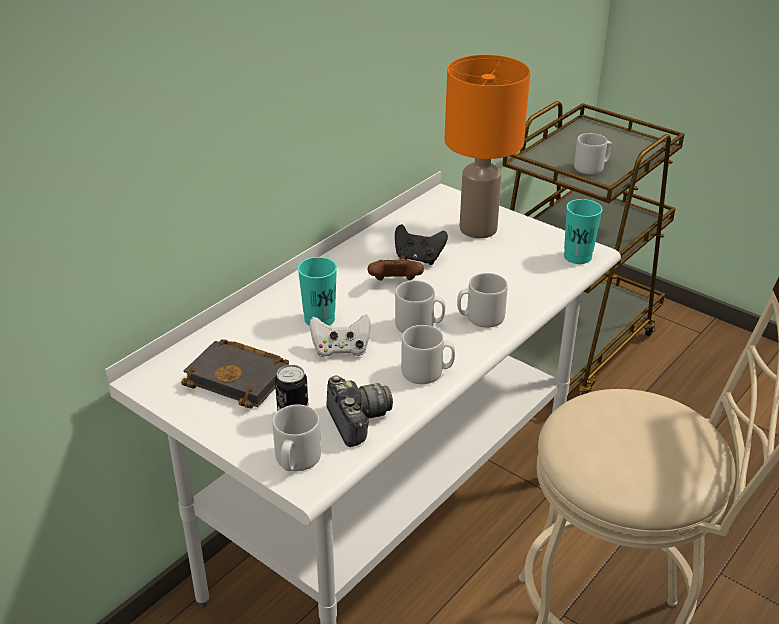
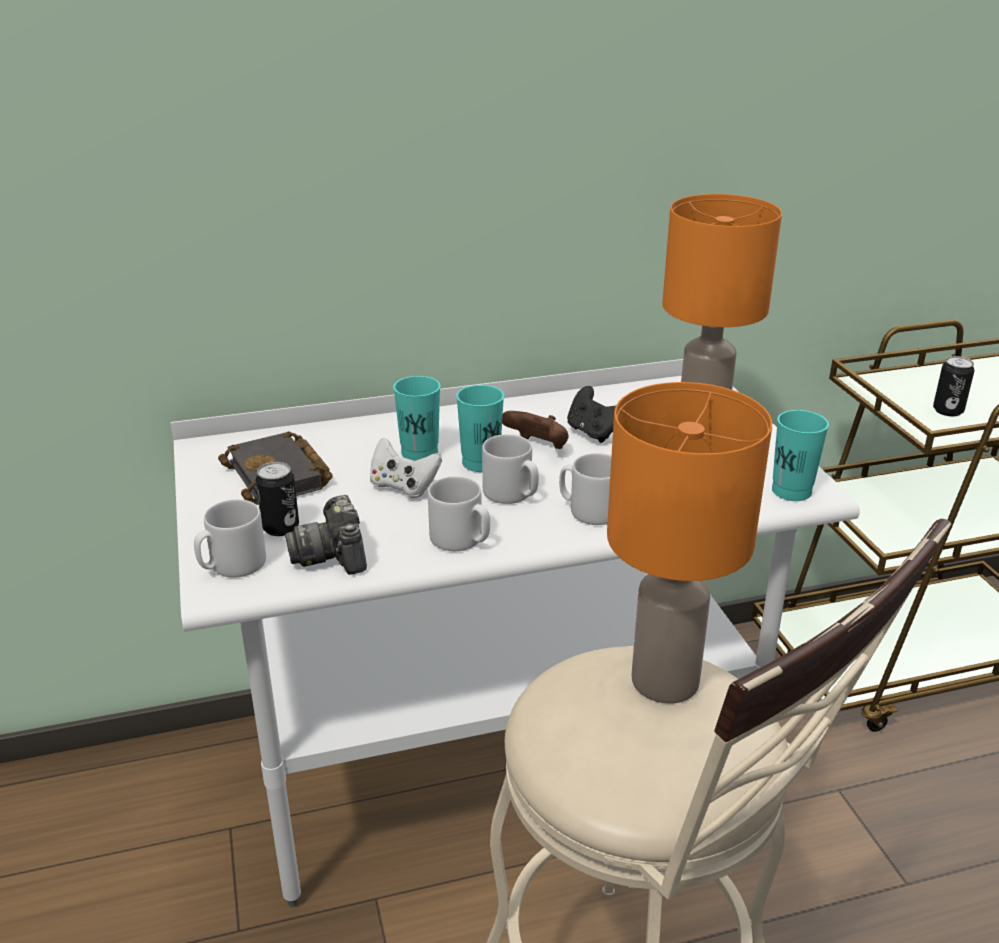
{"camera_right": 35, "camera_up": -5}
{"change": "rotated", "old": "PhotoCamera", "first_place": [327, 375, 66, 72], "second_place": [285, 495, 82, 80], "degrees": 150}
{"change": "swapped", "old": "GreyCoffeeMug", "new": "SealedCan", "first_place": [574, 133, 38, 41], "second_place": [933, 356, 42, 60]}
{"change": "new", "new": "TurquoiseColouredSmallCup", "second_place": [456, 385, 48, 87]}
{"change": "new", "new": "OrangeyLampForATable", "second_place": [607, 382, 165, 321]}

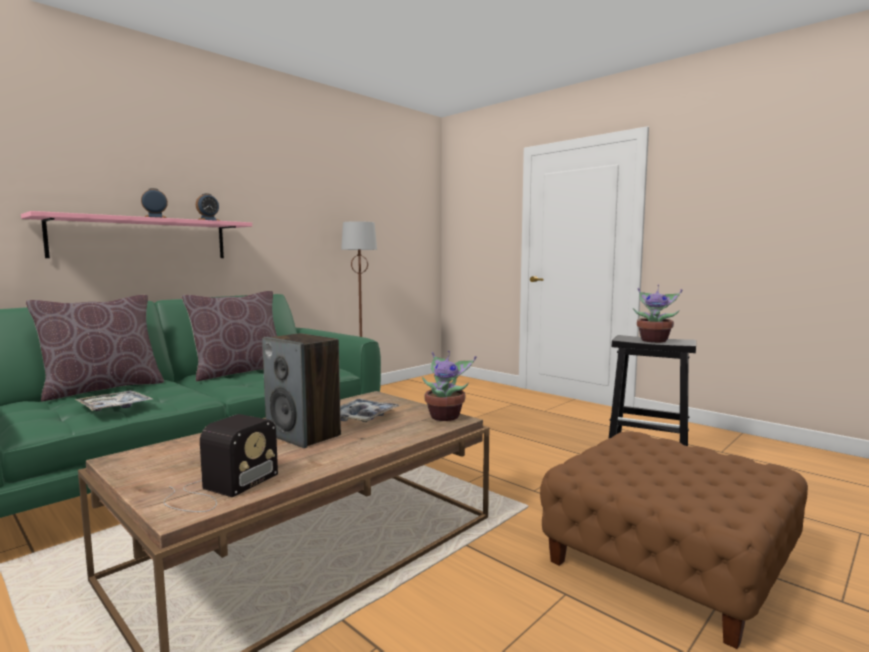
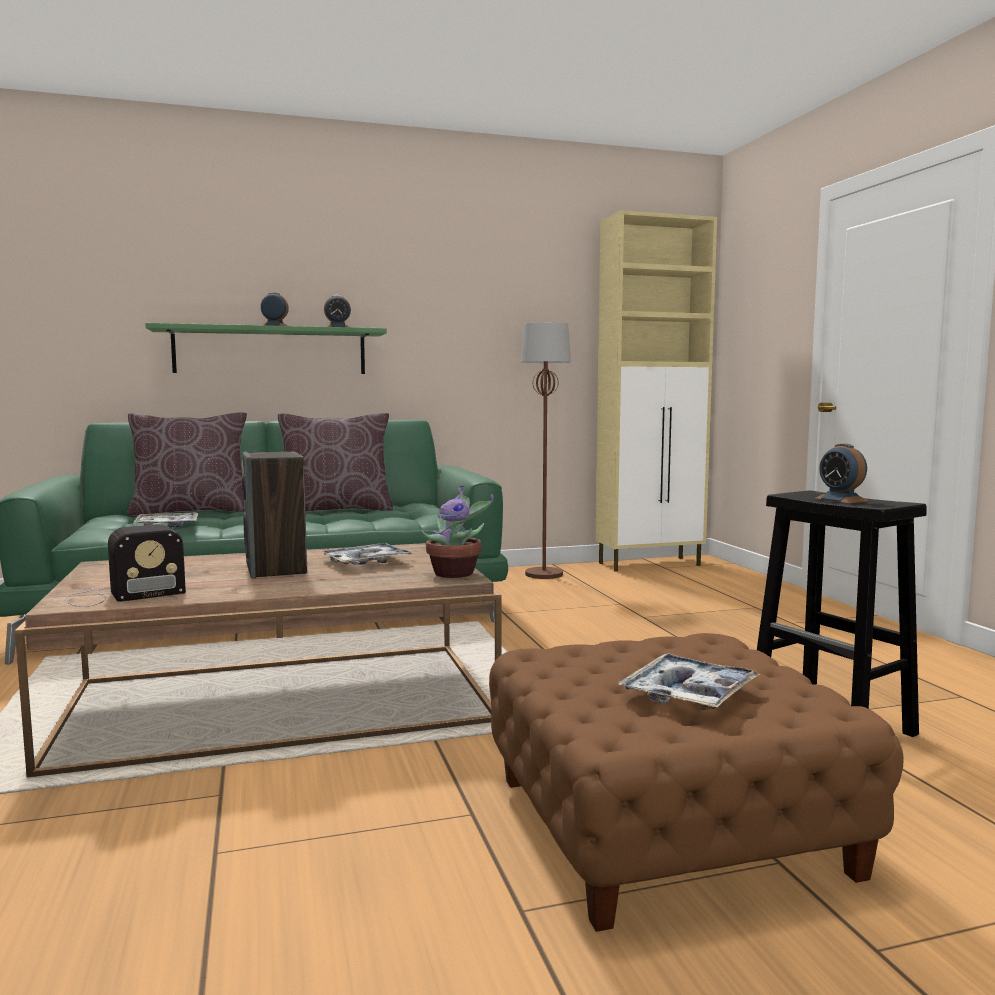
{"camera_right": 30, "camera_up": 0}
{"change": "repainted", "old": "PinkishWallShelf", "new": "GreenishWallShelf", "first_place": [21, 211, 231, 47], "second_place": [145, 323, 242, 51]}
{"change": "swapped", "old": "PottedPlant", "new": "AlarmClock", "first_place": [633, 285, 49, 58], "second_place": [814, 444, 55, 60]}
{"change": "new", "new": "BeigeCupboard", "second_place": [595, 210, 122, 362]}
{"change": "new", "new": "ServingTray", "second_place": [618, 654, 142, 55]}

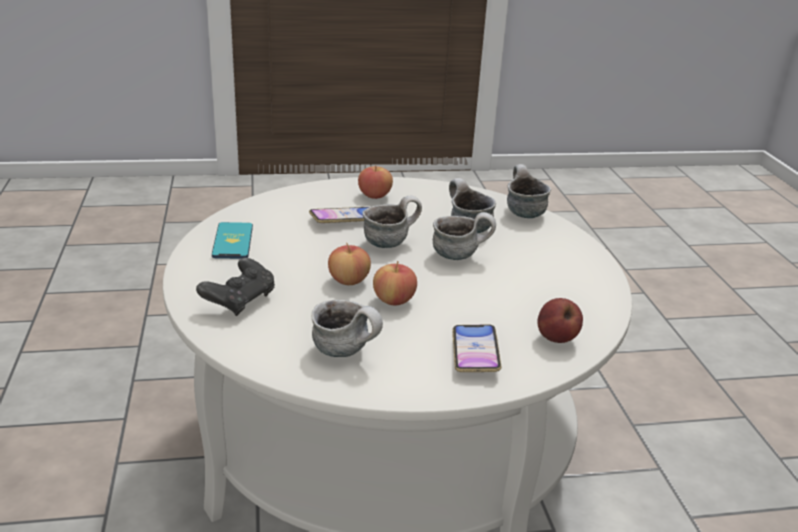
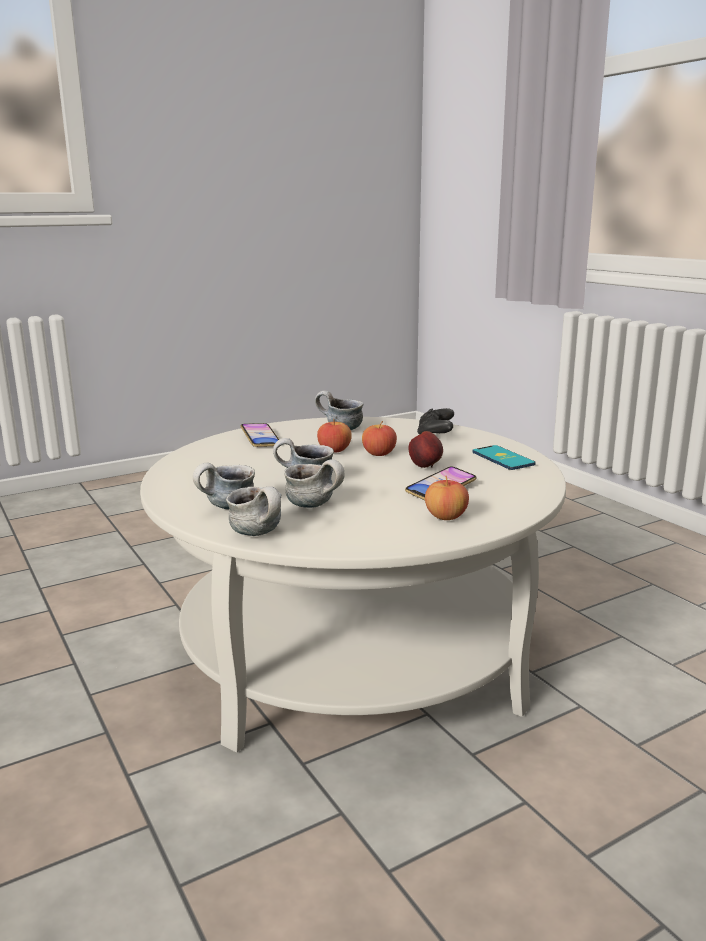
{"camera_right": 160, "camera_up": -10}
{"change": "shifted", "old": "CoffeeMug", "first_place": [362, 196, 60, 52], "second_place": [193, 463, 62, 46]}
{"change": "shifted", "old": "Apple", "first_place": [538, 298, 45, 45], "second_place": [408, 431, 35, 37]}

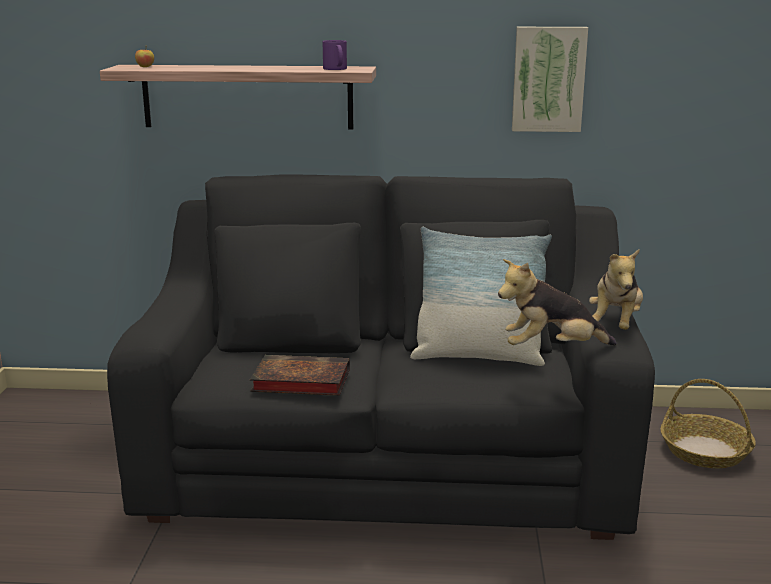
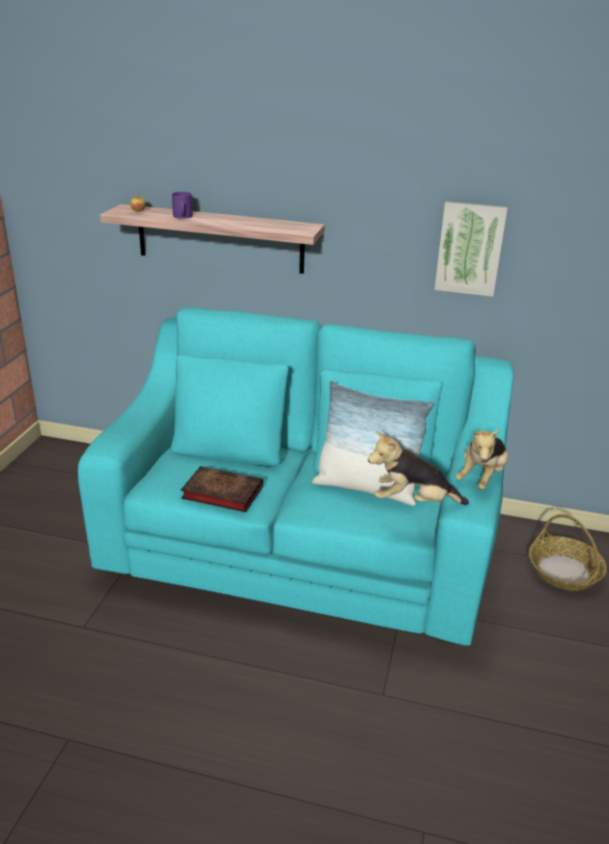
{"camera_right": 10, "camera_up": 10}
{"change": "repainted", "old": "BlackishSettee", "new": "TurquoiseColouredSettee", "first_place": [107, 174, 548, 366], "second_place": [78, 307, 436, 339]}
{"change": "shifted", "old": "PurplishCoffeeMug", "first_place": [323, 40, 24, 30], "second_place": [172, 192, 21, 27]}

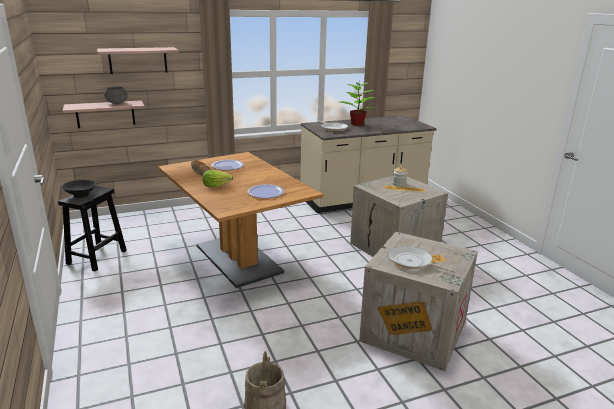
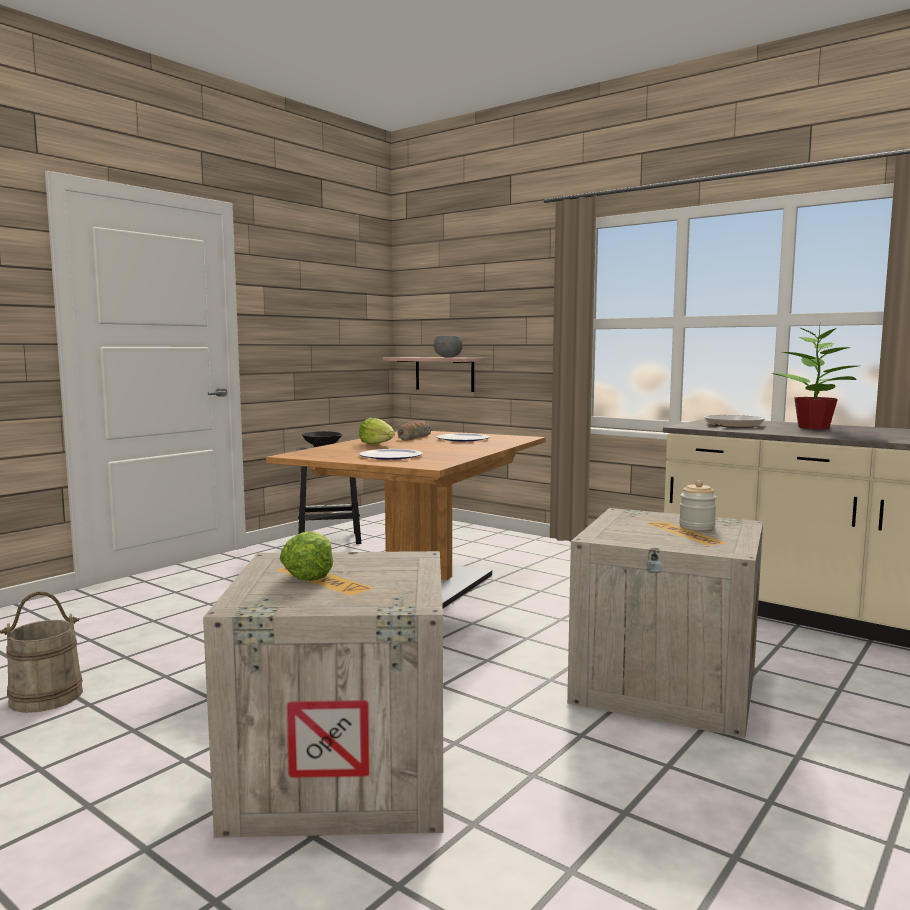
{"camera_right": 60, "camera_up": -15}
{"change": "gone", "old": "WallShelf", "first_place": [97, 47, 82, 27]}
{"change": "swapped", "old": "Skillet", "new": "HeadOfLettuce", "first_place": [389, 246, 66, 26], "second_place": [279, 531, 54, 50]}

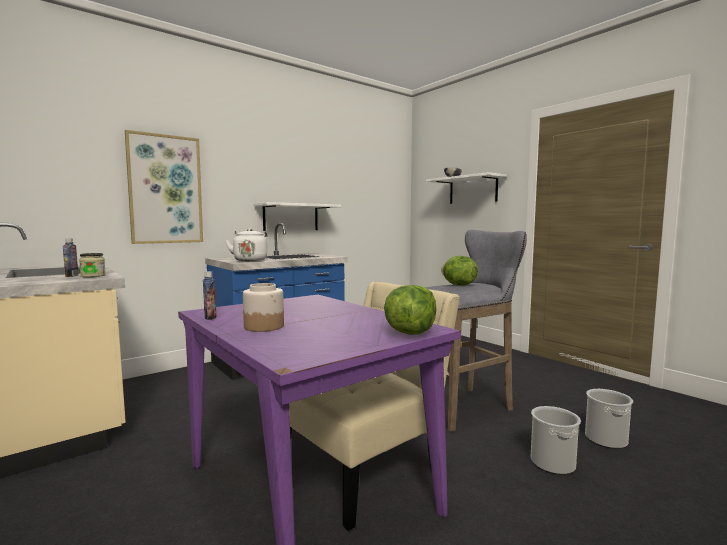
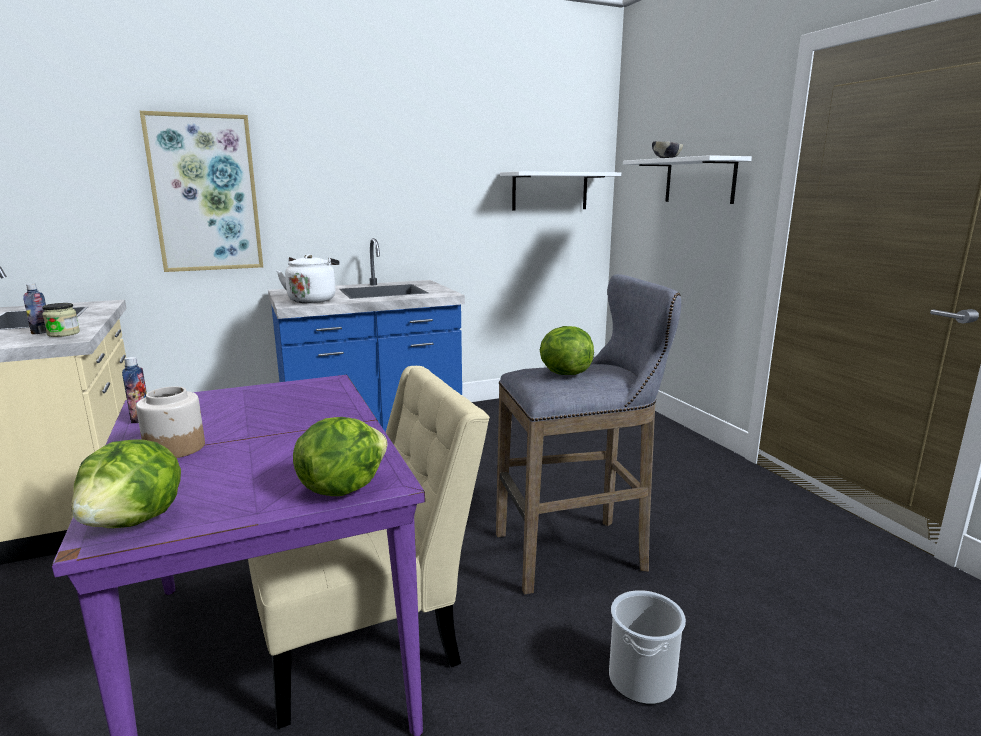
{"camera_right": 15, "camera_up": 10}
{"change": "shifted", "old": "WhitishWallShelf", "first_place": [253, 202, 88, 29], "second_place": [500, 171, 121, 40]}
{"change": "gone", "old": "Pail", "first_place": [585, 389, 48, 60]}
{"change": "new", "new": "HeadOfLettuce", "second_place": [72, 439, 109, 89]}

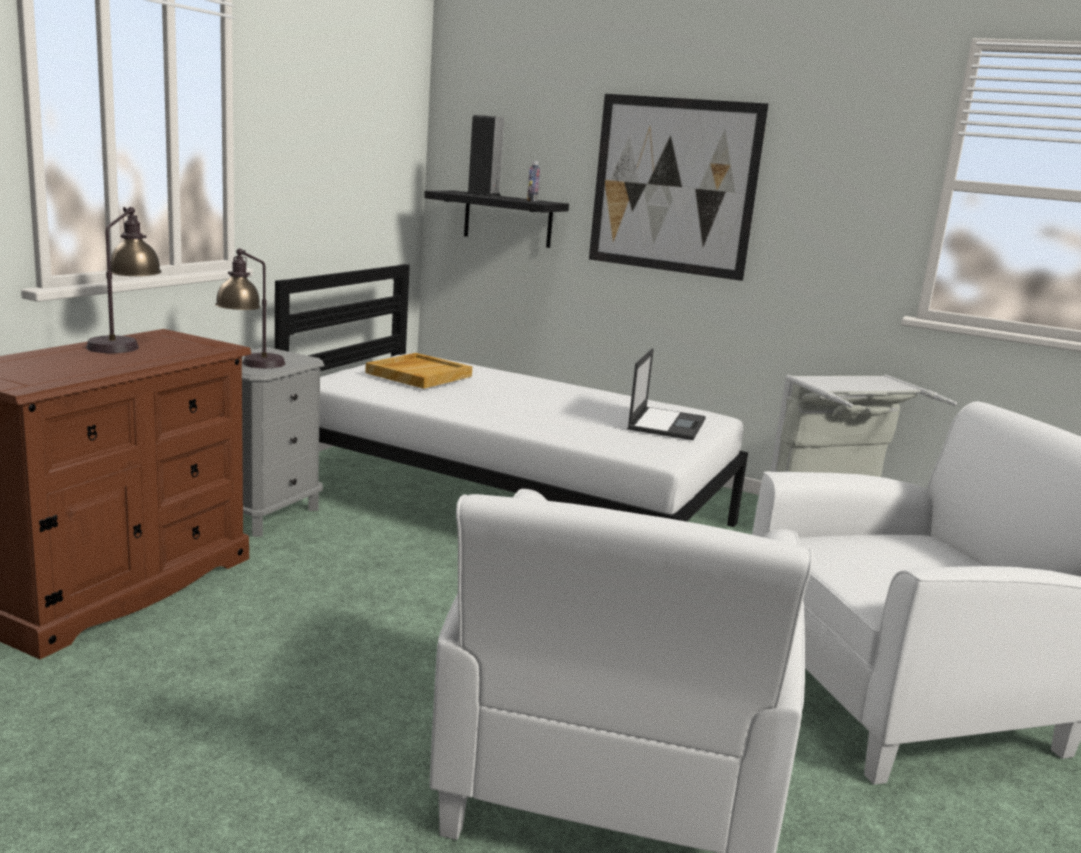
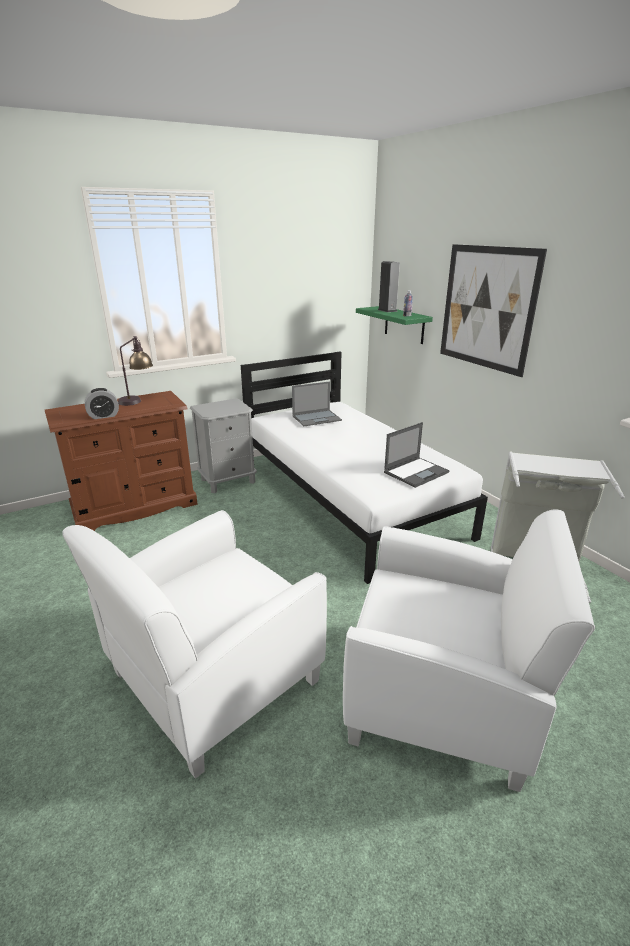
{"camera_right": 35, "camera_up": 10}
{"change": "gone", "old": "LampForATable", "first_place": [215, 248, 70, 120]}
{"change": "swapped", "old": "BeigeServingTray", "new": "PortableComputer", "first_place": [365, 353, 107, 36], "second_place": [292, 381, 50, 45]}
{"change": "repainted", "old": "BlackishWallShelf", "new": "GreenishWallShelf", "first_place": [424, 191, 145, 57], "second_place": [356, 306, 77, 38]}
{"change": "new", "new": "AlarmClock", "second_place": [85, 388, 34, 31]}

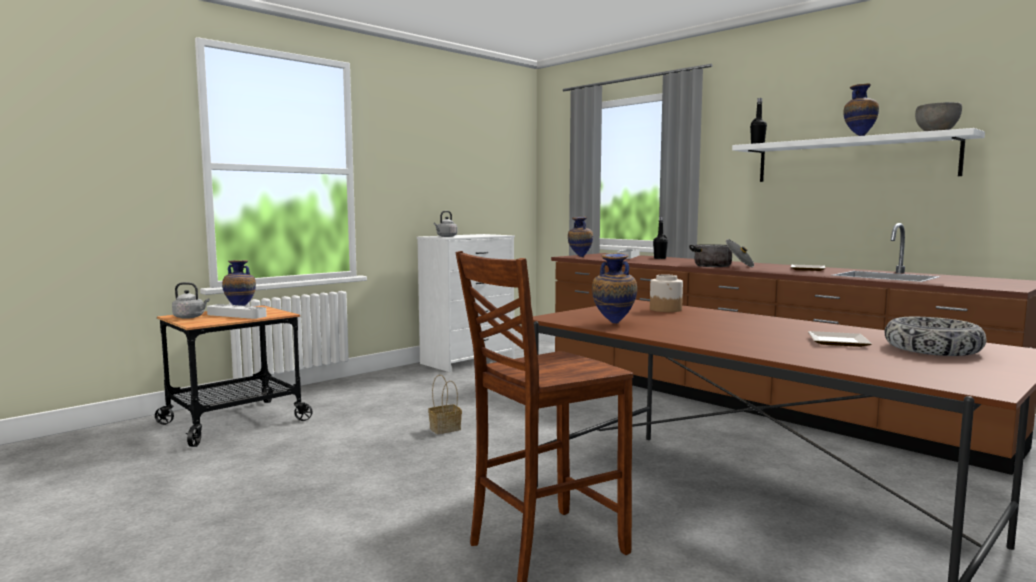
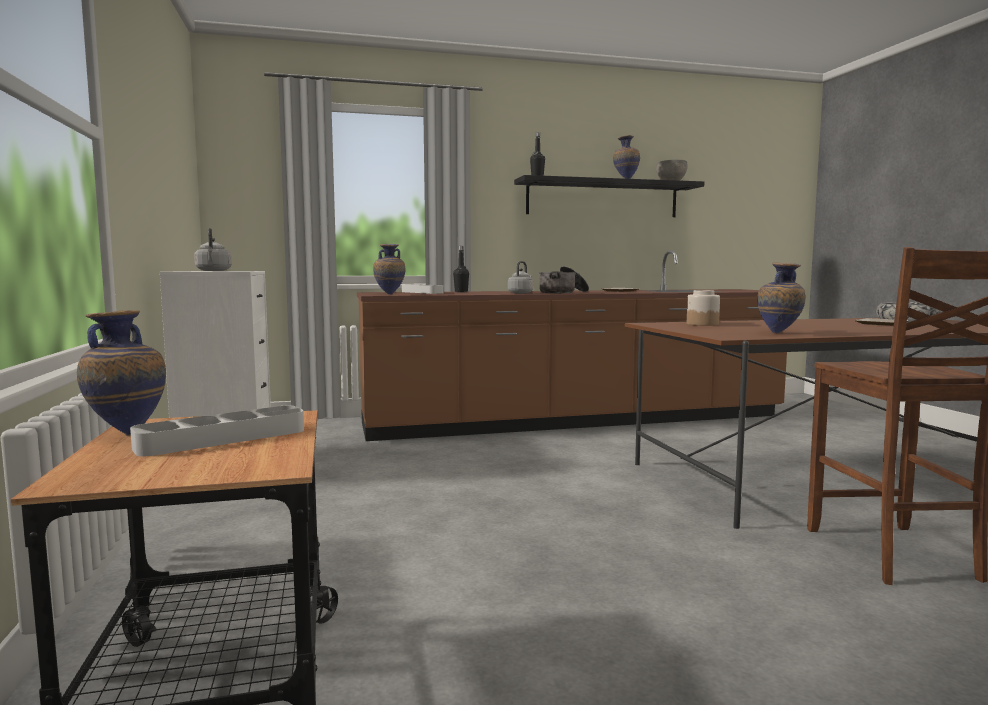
{"camera_right": -60, "camera_up": 0}
{"change": "shifted", "old": "GreyWaterKettle", "first_place": [172, 282, 38, 37], "second_place": [508, 261, 25, 33]}
{"change": "gone", "old": "StorageBasket", "first_place": [428, 375, 34, 59]}
{"change": "repainted", "old": "WhitishWallShelf", "new": "BlackishWallShelf", "first_place": [732, 128, 253, 54], "second_place": [514, 175, 190, 42]}

